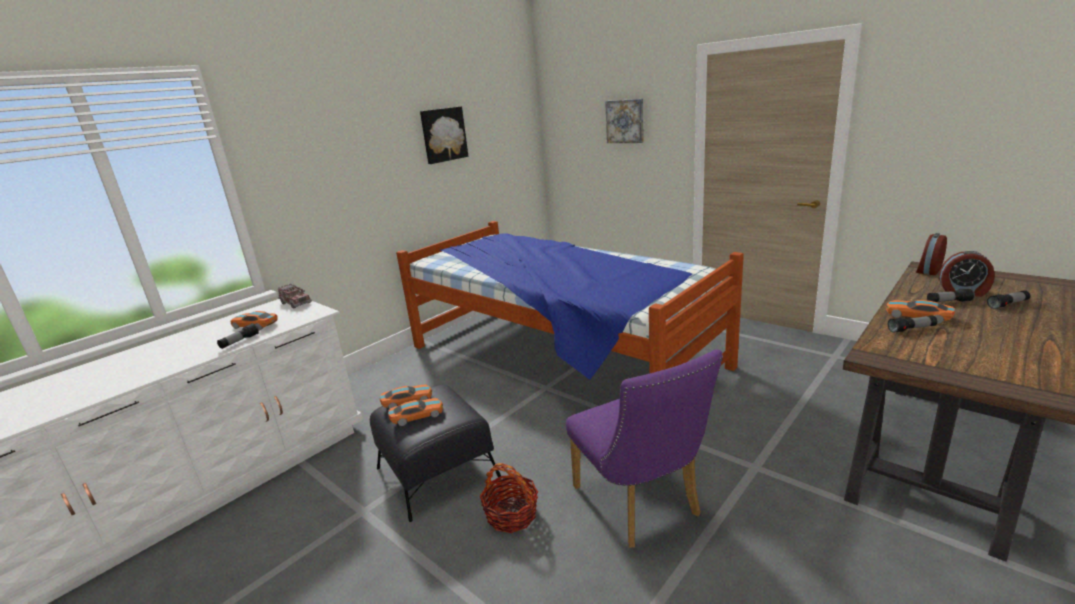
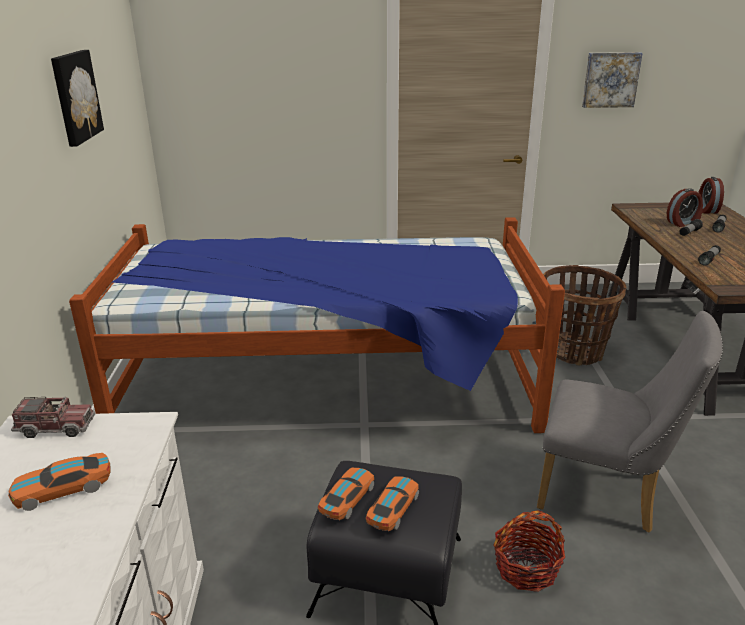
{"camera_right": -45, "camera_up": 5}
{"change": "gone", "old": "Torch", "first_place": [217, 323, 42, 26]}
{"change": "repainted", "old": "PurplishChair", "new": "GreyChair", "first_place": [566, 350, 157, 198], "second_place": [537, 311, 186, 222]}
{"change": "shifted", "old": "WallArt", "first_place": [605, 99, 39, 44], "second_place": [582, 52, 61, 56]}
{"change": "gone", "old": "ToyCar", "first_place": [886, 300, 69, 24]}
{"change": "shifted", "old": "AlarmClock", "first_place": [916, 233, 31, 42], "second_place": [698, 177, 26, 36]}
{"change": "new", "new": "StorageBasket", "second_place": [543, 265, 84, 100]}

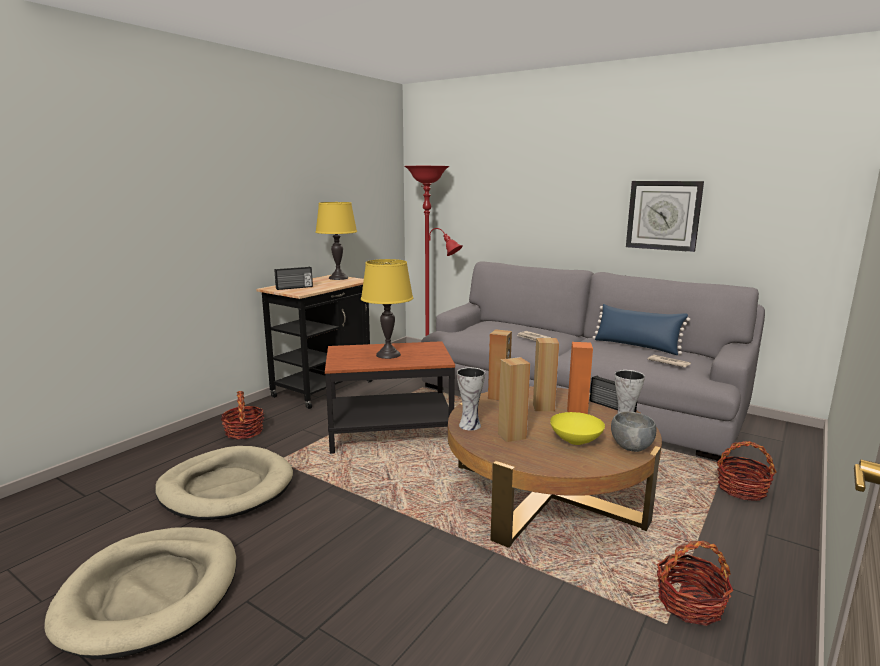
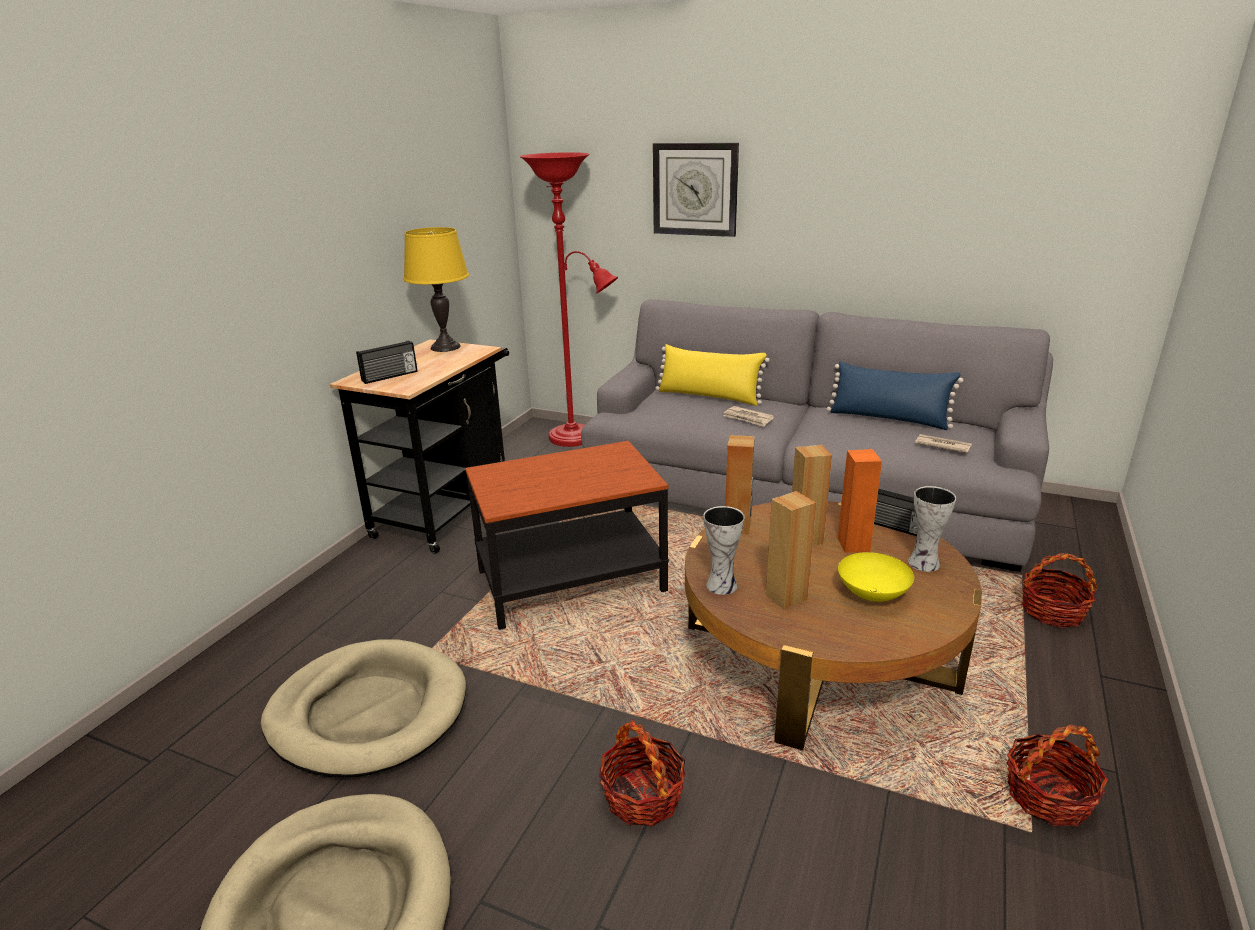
{"camera_right": -10, "camera_up": 10}
{"change": "shifted", "old": "StorageBasket", "first_place": [221, 391, 43, 49], "second_place": [599, 719, 87, 107]}
{"change": "gone", "old": "YellowLampForATable", "first_place": [361, 259, 52, 100]}
{"change": "gone", "old": "GreyDeepDish", "first_place": [611, 411, 45, 41]}
{"change": "shifted", "old": "WallClock", "first_place": [626, 181, 78, 71], "second_place": [653, 143, 86, 94]}
{"change": "new", "new": "YellowThrowPillow", "second_place": [655, 344, 115, 62]}

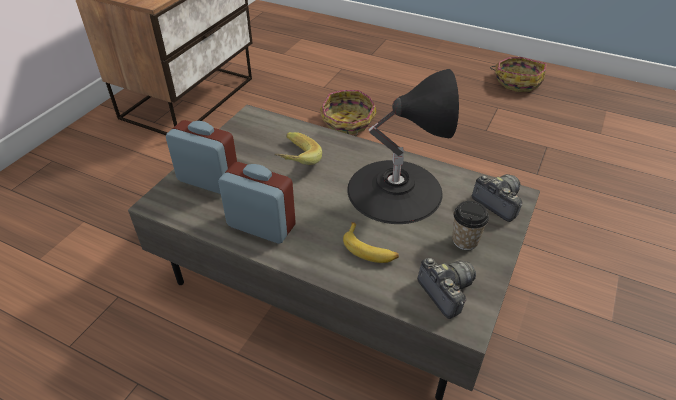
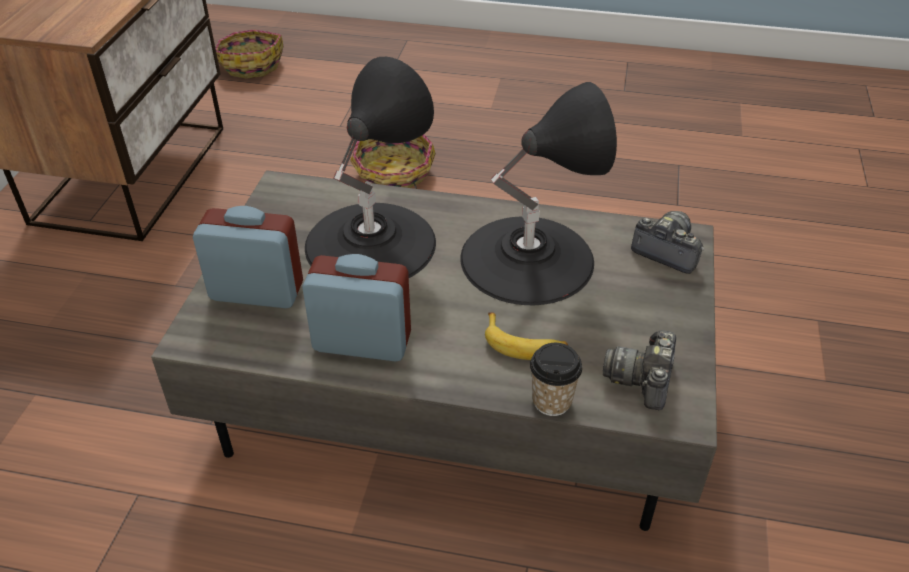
{"camera_right": -15, "camera_up": 0}
{"change": "swapped", "old": "WholeBanana", "new": "BlackishLampForATable", "first_place": [274, 132, 48, 33], "second_place": [305, 57, 131, 221]}
{"change": "rotated", "old": "PhotoCamera", "first_place": [417, 258, 59, 61], "second_place": [603, 330, 73, 80], "degrees": -120}
{"change": "shifted", "old": "SmallCup", "first_place": [452, 201, 37, 49], "second_place": [530, 343, 53, 73]}
{"change": "shifted", "old": "StorageBasket", "first_place": [490, 57, 57, 35], "second_place": [215, 30, 68, 49]}

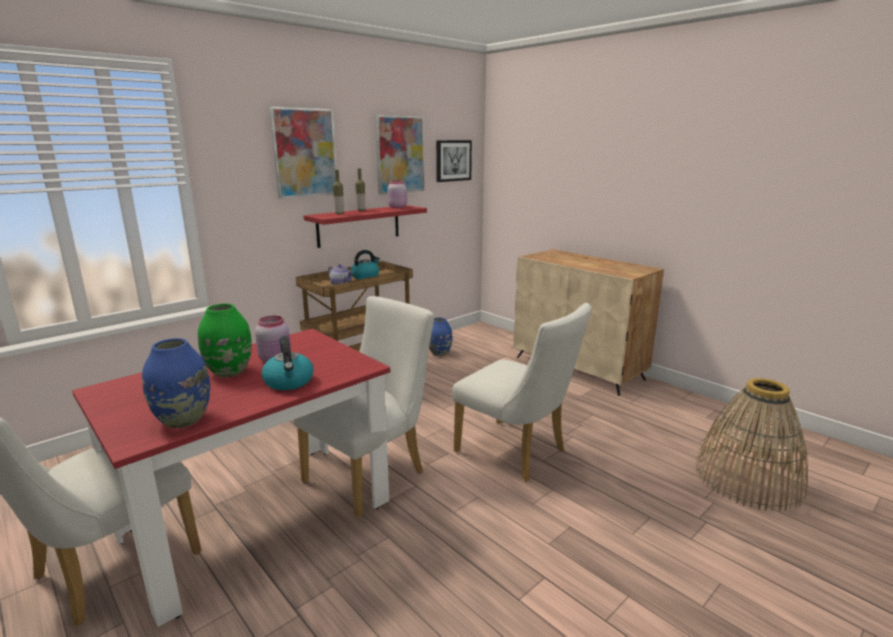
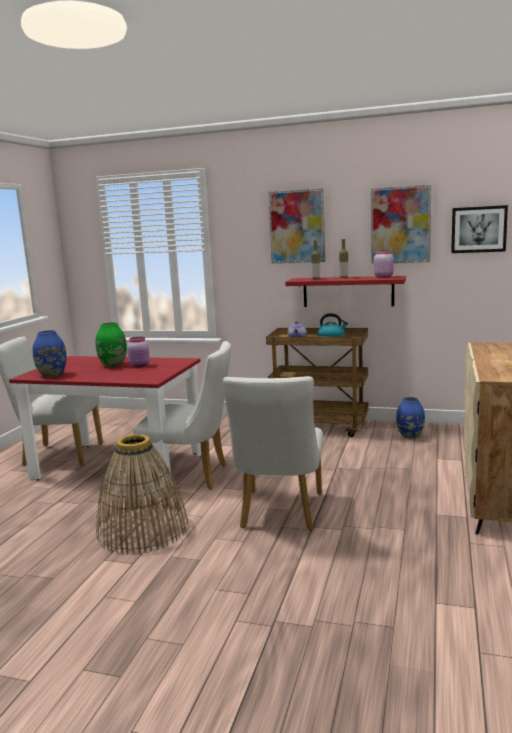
{"camera_right": 60, "camera_up": -5}
{"change": "gone", "old": "WaterKettle", "first_place": [262, 336, 51, 54]}
{"change": "shifted", "old": "StorageBasket", "first_place": [695, 378, 113, 133], "second_place": [96, 434, 92, 120]}

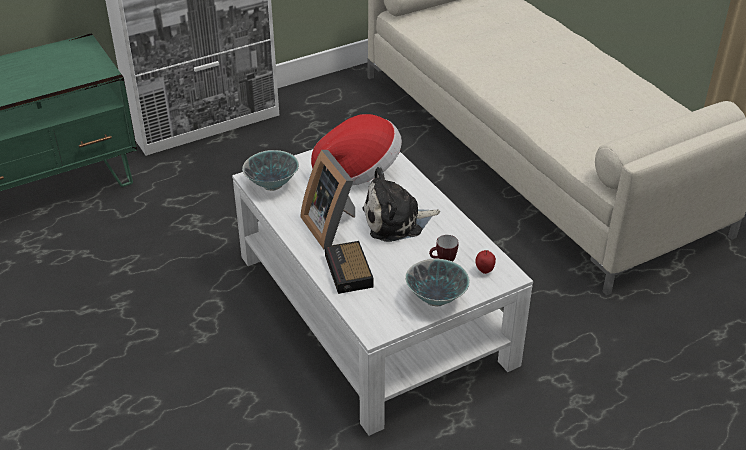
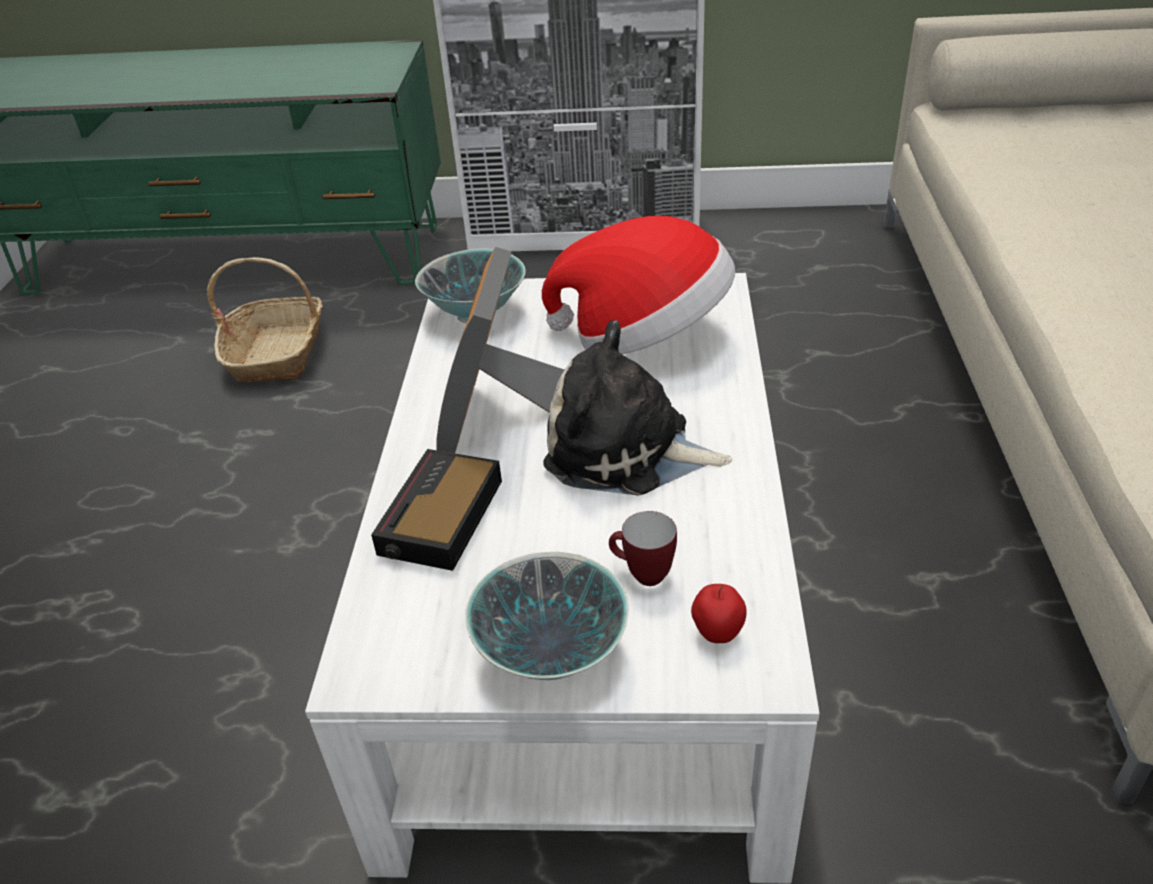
{"camera_right": 35, "camera_up": 0}
{"change": "new", "new": "StorageBasket", "second_place": [207, 257, 116, 125]}

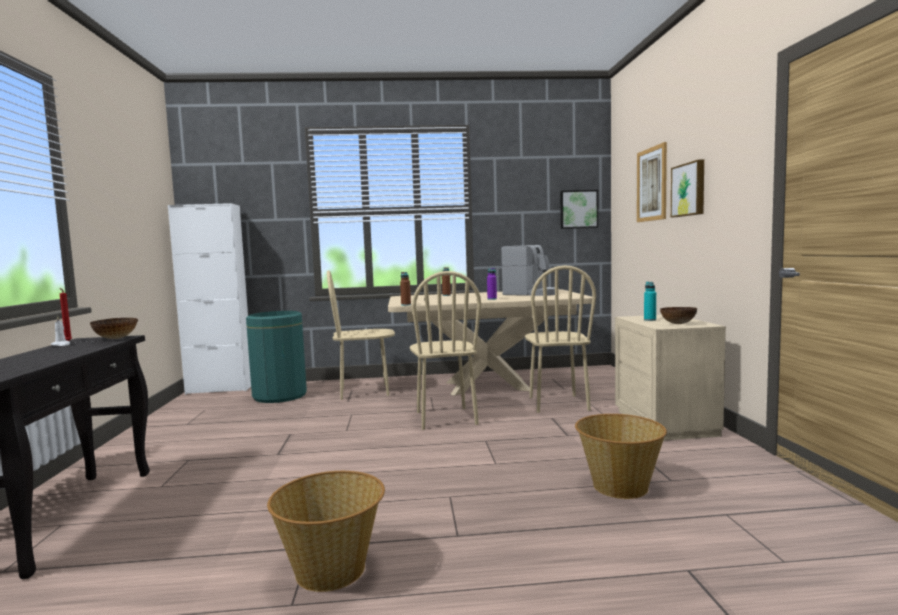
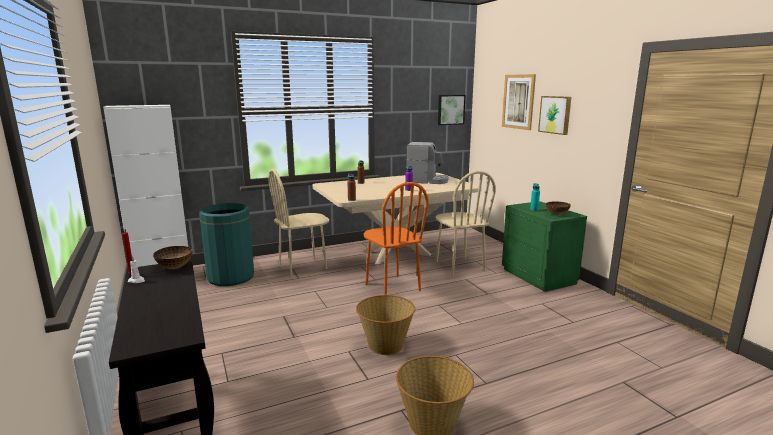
{"camera_right": -20, "camera_up": 10}
{"change": "repainted", "old": "BeigeChair", "new": "OrangeyChair", "first_place": [410, 271, 71, 159], "second_place": [364, 182, 65, 113]}
{"change": "shifted", "old": "StorageBasket", "first_place": [575, 414, 92, 85], "second_place": [356, 295, 59, 60]}
{"change": "repainted", "old": "BeigeNightstand", "new": "GreenishNightstand", "first_place": [615, 315, 111, 125], "second_place": [502, 201, 85, 91]}

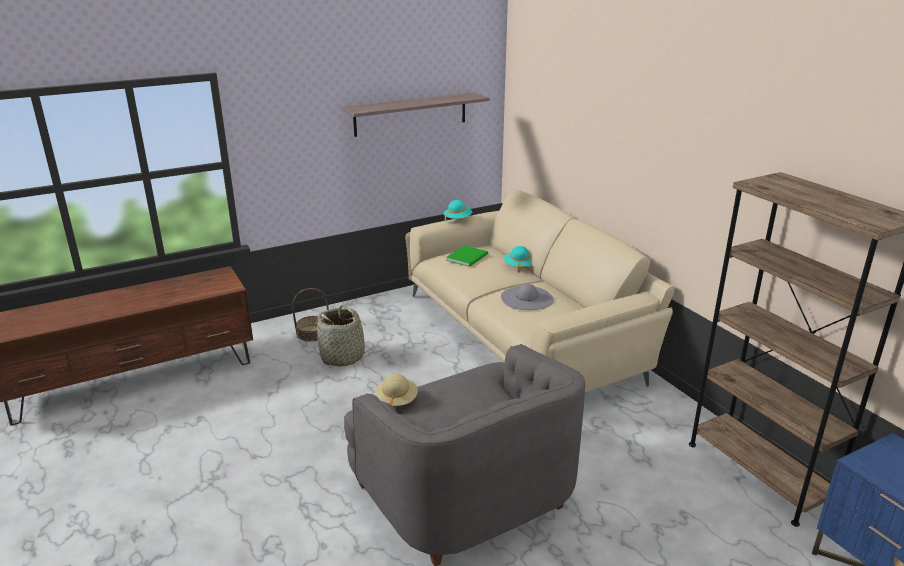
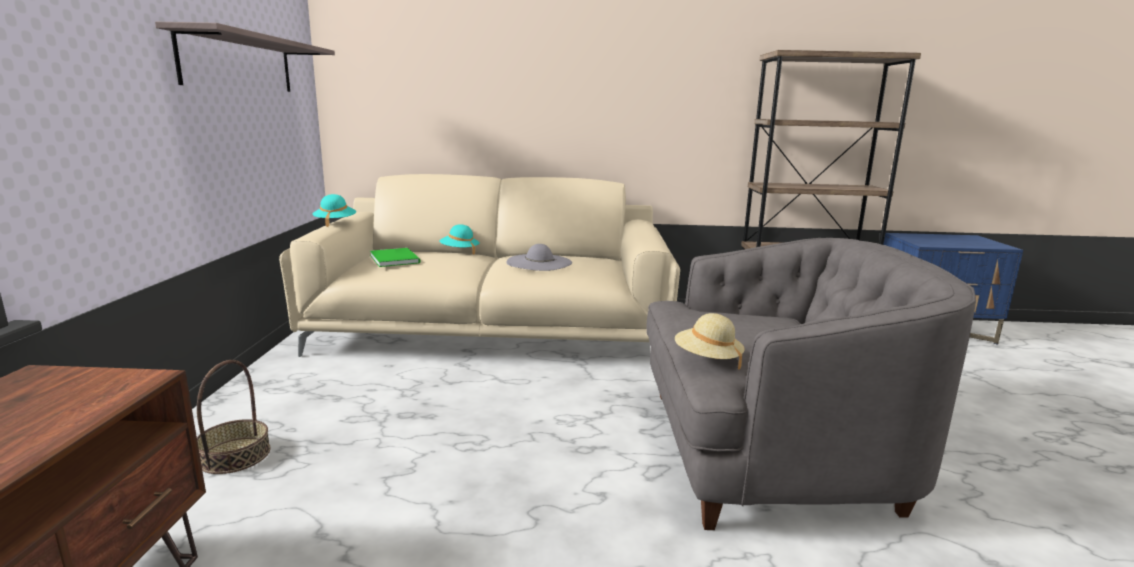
{"camera_right": -60, "camera_up": -10}
{"change": "gone", "old": "StorageBasket", "first_place": [314, 305, 60, 61]}

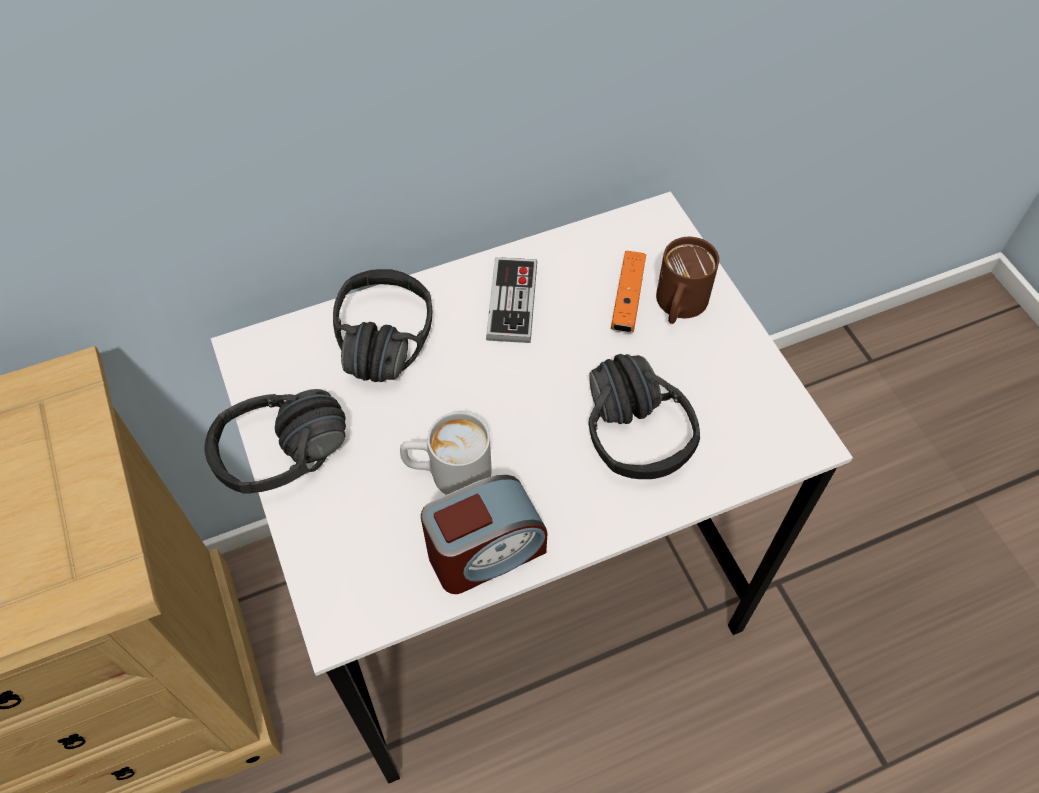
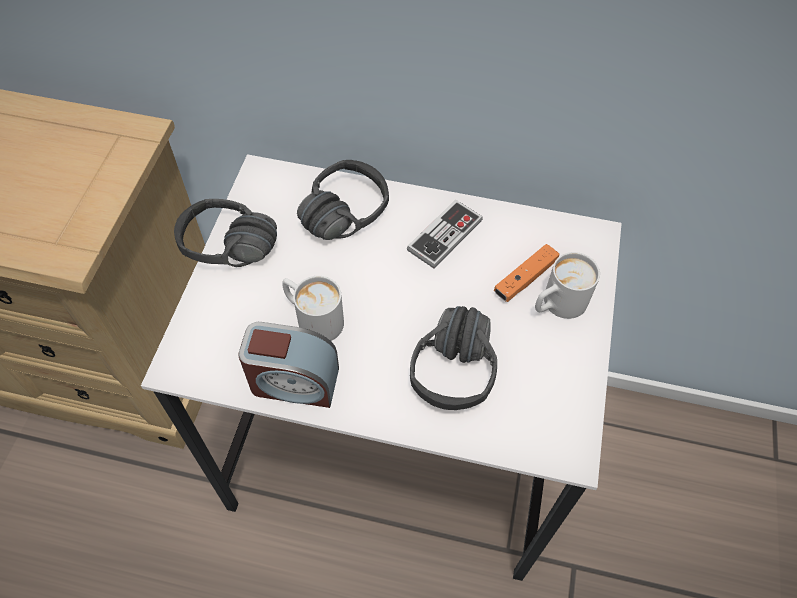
{"camera_right": 35, "camera_up": 0}
{"change": "repainted", "old": "BrownishCoffeeMug", "new": "WhitishCoffeeMug", "first_place": [656, 237, 63, 87], "second_place": [535, 252, 65, 67]}

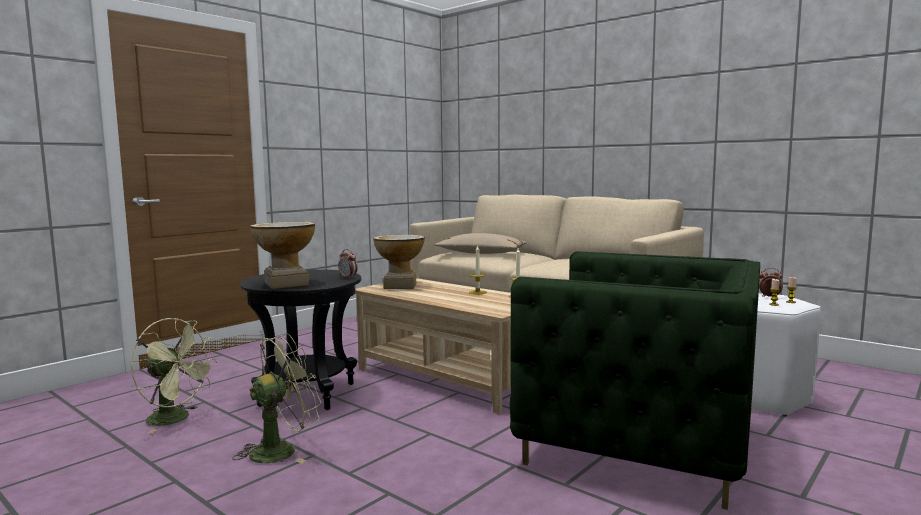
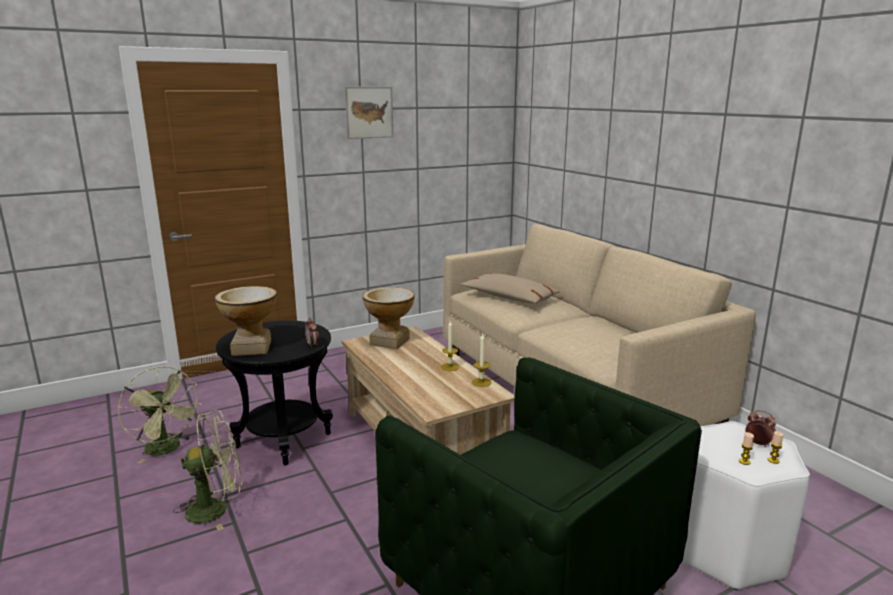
{"camera_right": 20, "camera_up": 10}
{"change": "new", "new": "WallArt", "second_place": [345, 87, 48, 52]}

